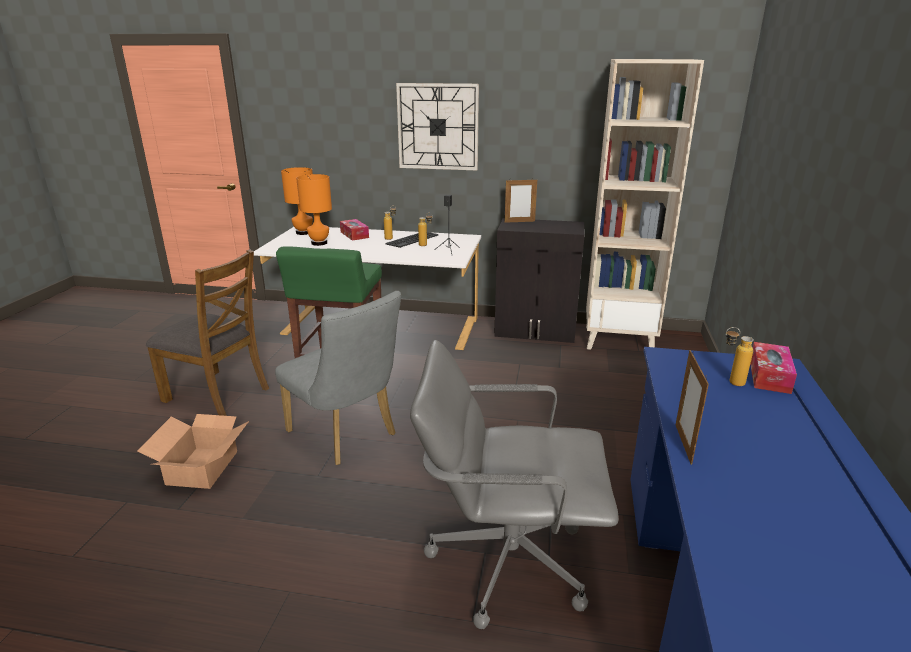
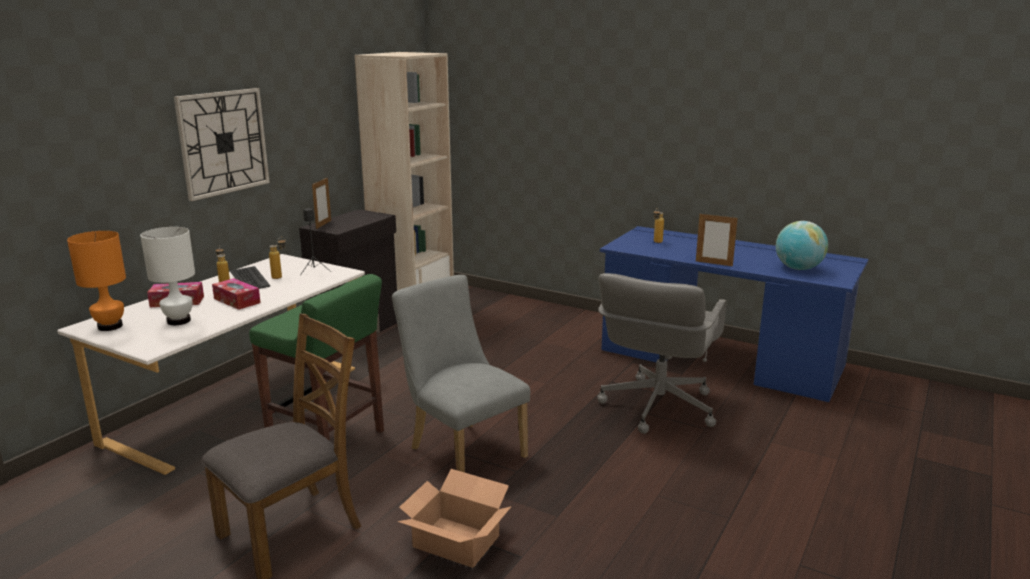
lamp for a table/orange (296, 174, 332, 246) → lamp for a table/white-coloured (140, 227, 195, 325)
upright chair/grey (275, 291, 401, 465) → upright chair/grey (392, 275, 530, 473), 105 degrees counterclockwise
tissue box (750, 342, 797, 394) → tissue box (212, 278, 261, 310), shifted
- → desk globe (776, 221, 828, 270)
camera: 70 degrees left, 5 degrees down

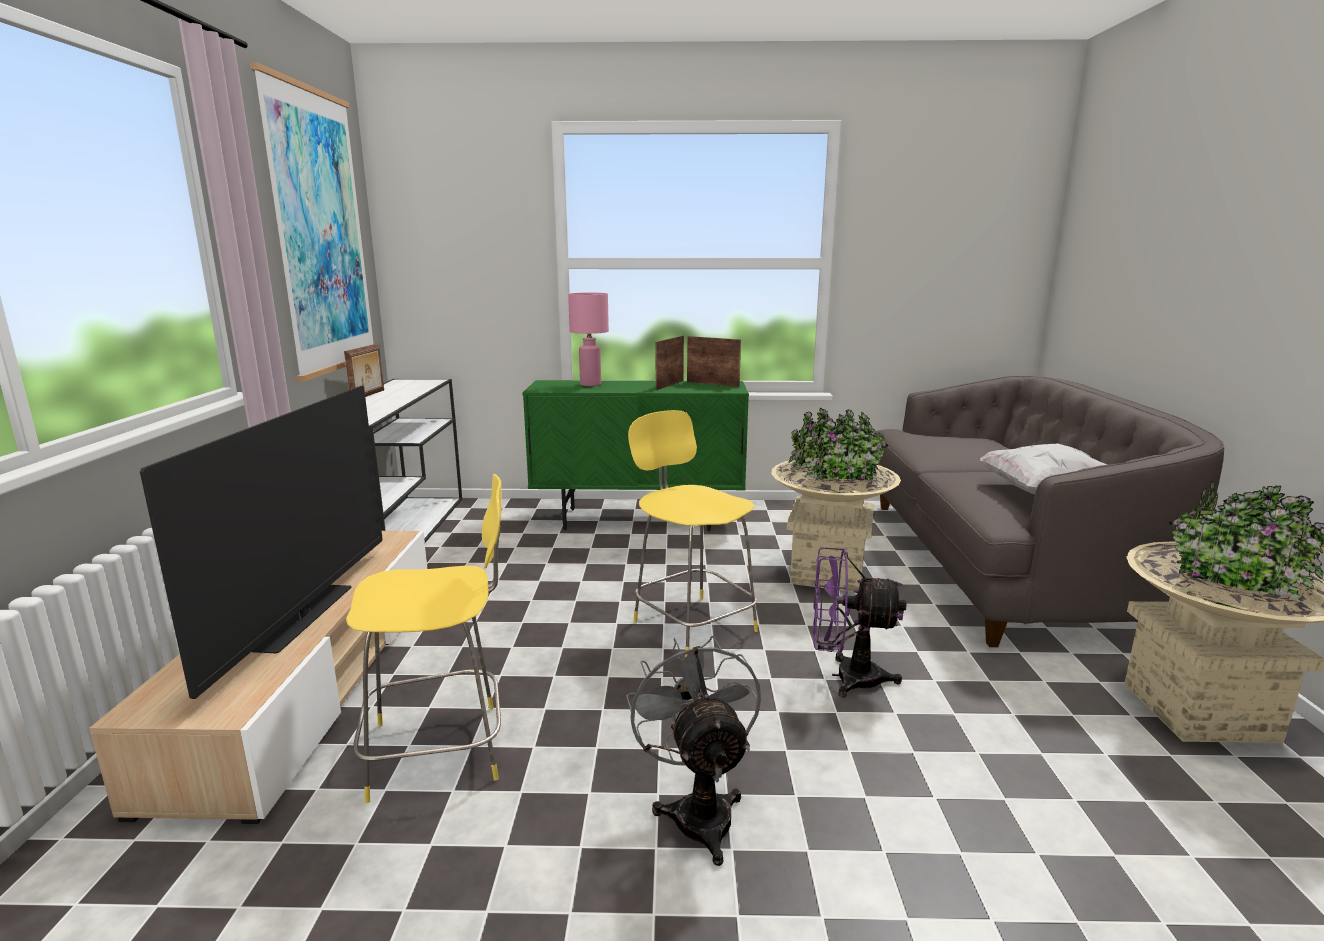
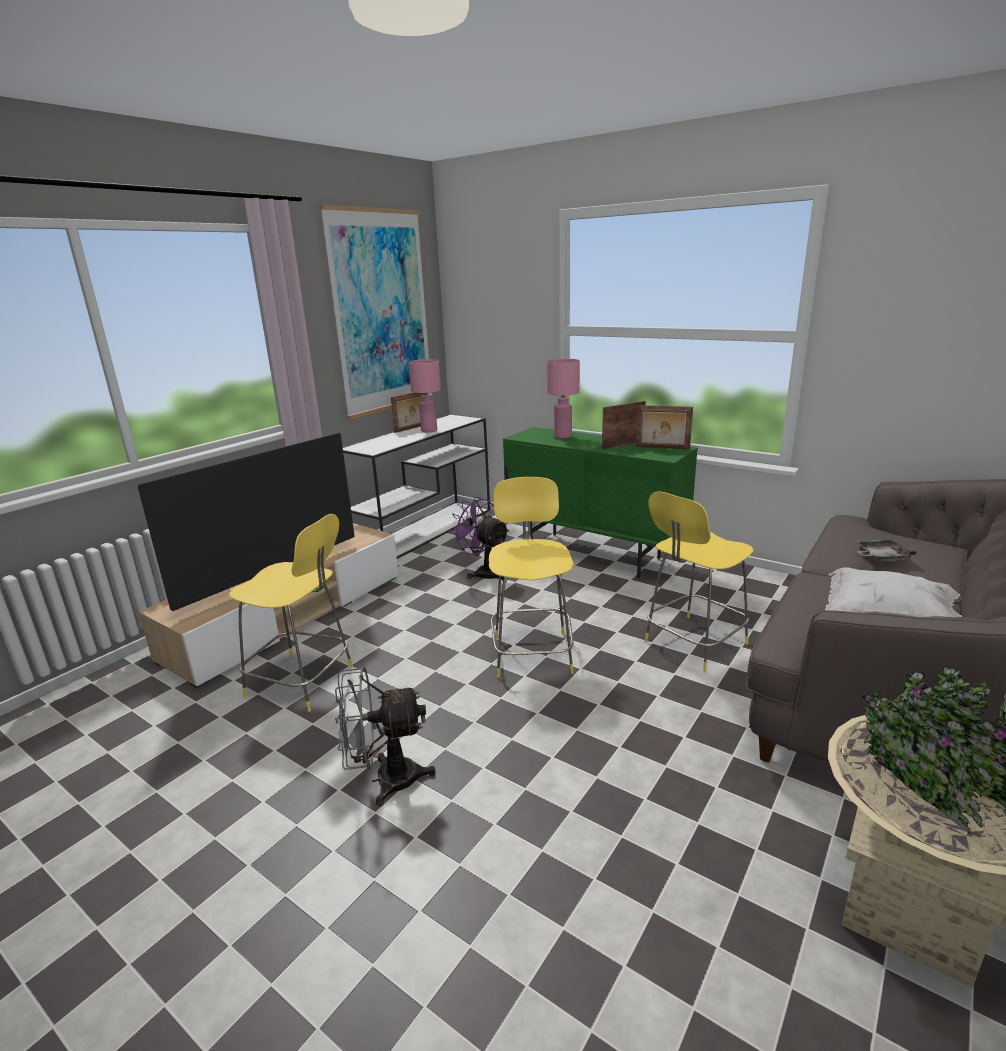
standing frame (687, 336, 741, 387) → standing frame (636, 405, 693, 449), 135 degrees clockwise
plant pot/beige-coloured (771, 408, 901, 592) → sitting stool/yellow (644, 491, 753, 672)
cooling fan/purplish (813, 548, 906, 697) → cooling fan/purplish (448, 497, 509, 581), shifted
cooling fan/grey (626, 636, 761, 866) → cooling fan/grey (335, 666, 436, 806), 120 degrees counterclockwise
- → lamp for a table/pinkish (408, 359, 441, 432)
- → tray/grey (854, 539, 917, 561)
camera: 35 degrees right, 5 degrees up

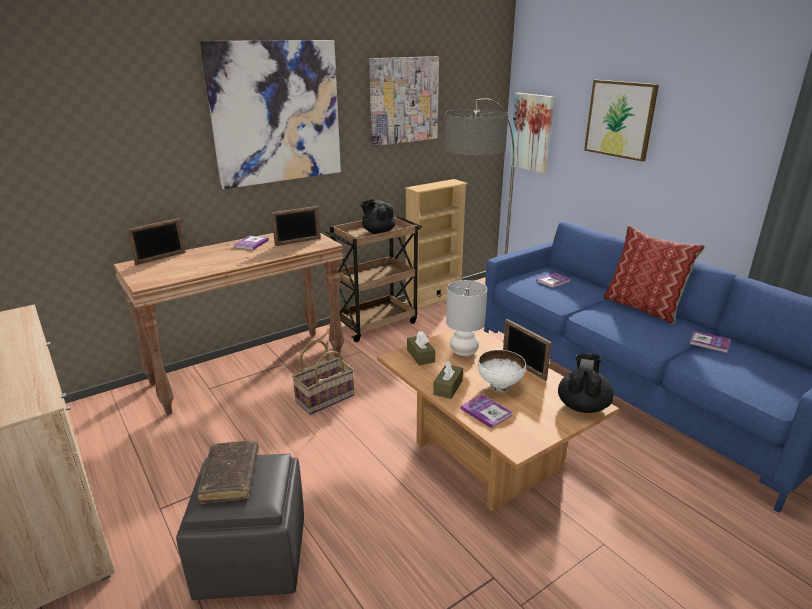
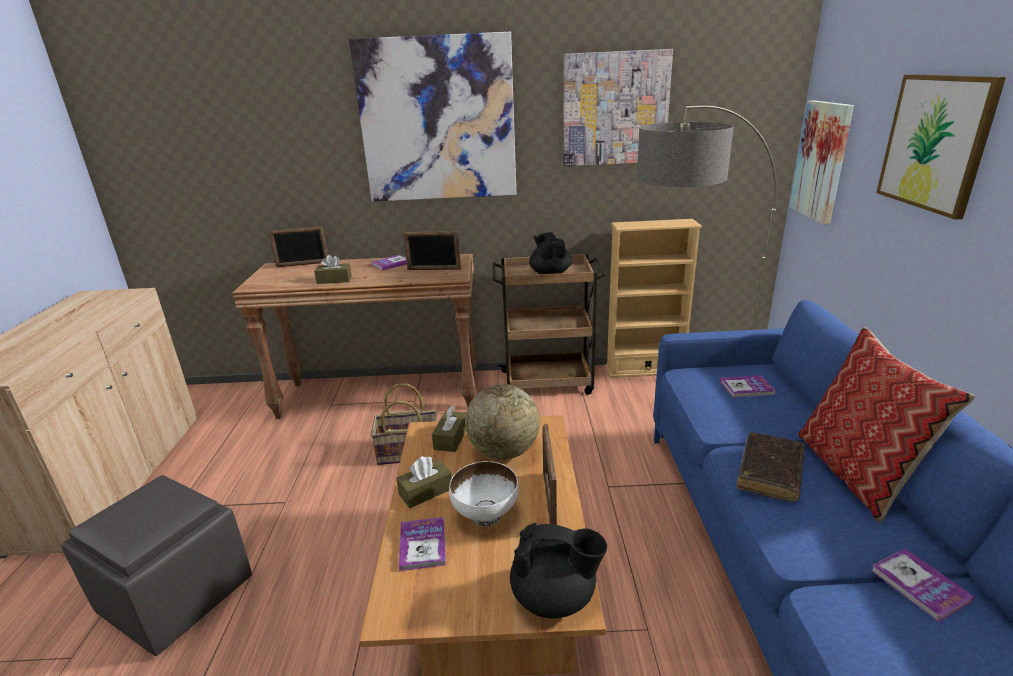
lamp for a table/grey (446, 280, 487, 356) → desk globe (465, 384, 540, 460)
teapot/black-coloured (558, 353, 614, 413) → teapot/black-coloured (510, 523, 607, 618), 45 degrees clockwise
book/brown-coloured (197, 441, 259, 504) → book/brown-coloured (737, 432, 805, 502), shifted
- → tissue box/brown-coloured (314, 254, 352, 284)
camera: 35 degrees right, 0 degrees up

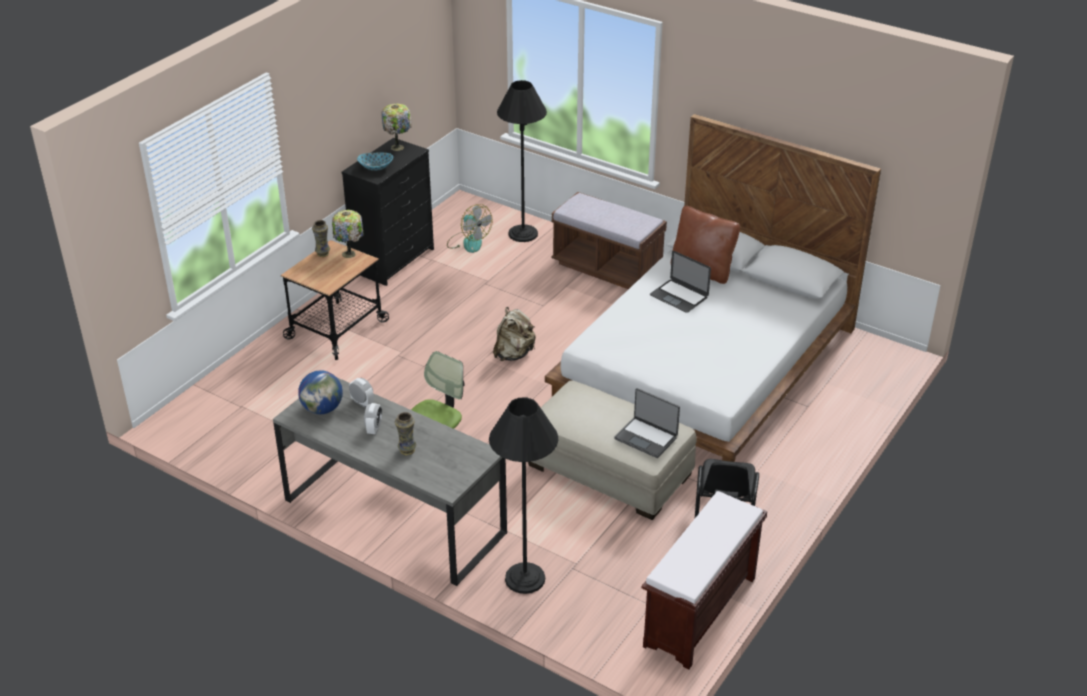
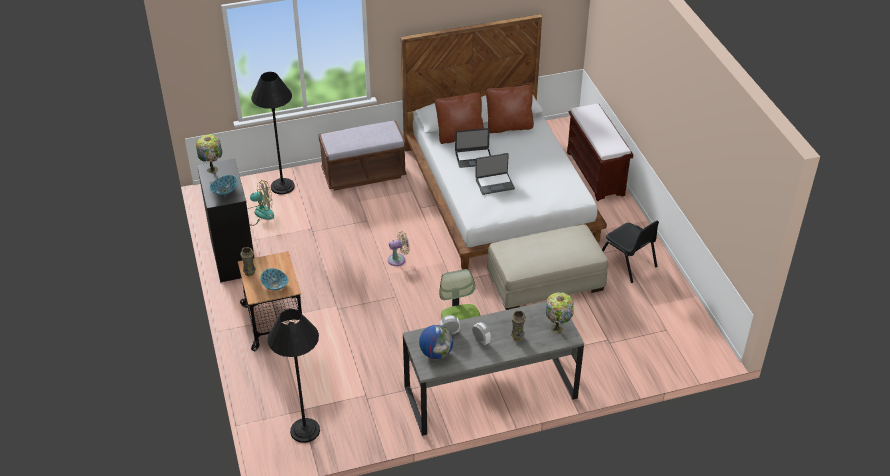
lamp for a table (332, 210, 364, 258) → lamp for a table (546, 292, 574, 334), shifted
rucksack/beige-coloured (493, 307, 536, 361) → cooling fan/beige-coloured (388, 231, 410, 266)
notebook computer (614, 388, 680, 458) → notebook computer (475, 153, 515, 195), shifted
standard lamp/black-coloured (489, 397, 558, 594) → standard lamp/black-coloured (267, 309, 320, 443), shifted
indoor bench/brown-coloured (641, 491, 767, 669) → indoor bench/brown-coloured (567, 104, 633, 201), shifted
- → pillow/brown-coloured (486, 85, 534, 133)
- → serving bowl (260, 268, 288, 290)
camera: 50 degrees left, 5 degrees up

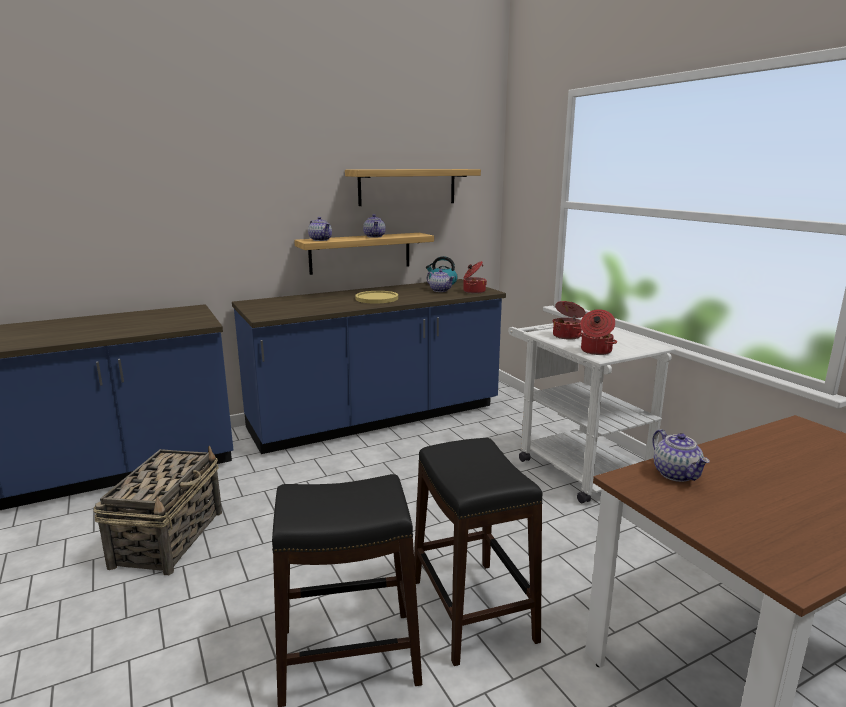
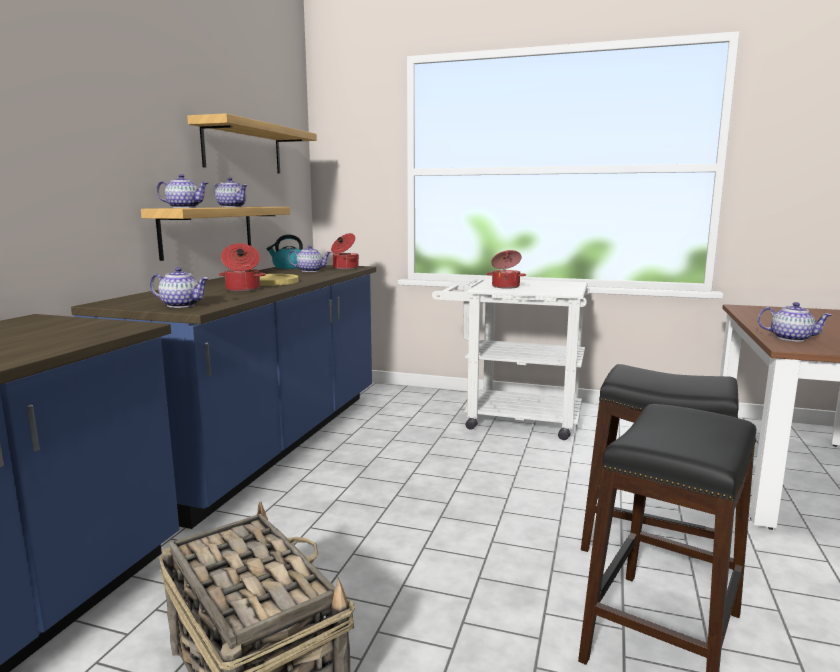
stockpot (578, 309, 617, 355) → stockpot (219, 243, 266, 292), shifted
- → teapot (150, 267, 209, 308)
camera: 45 degrees left, 5 degrees down

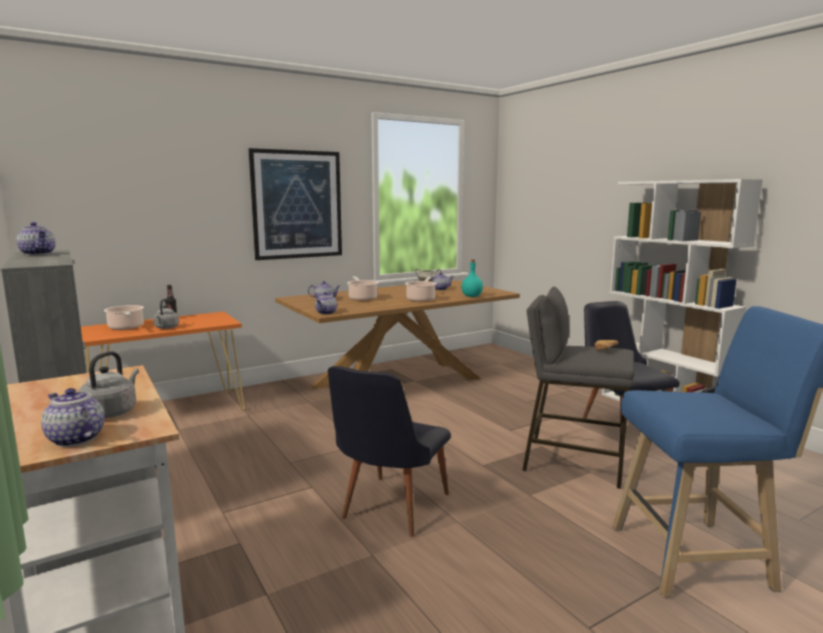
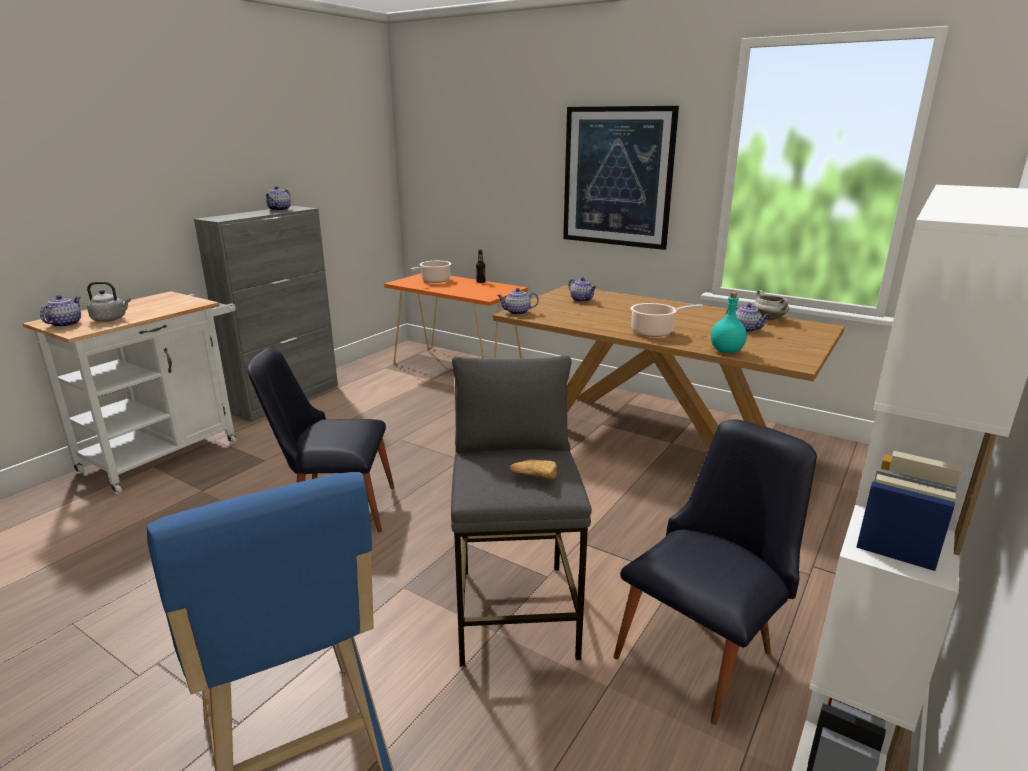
stockpot (347, 276, 379, 301) → -
water kettle/grey (153, 299, 179, 329) → -
camera: 65 degrees right, 10 degrees up

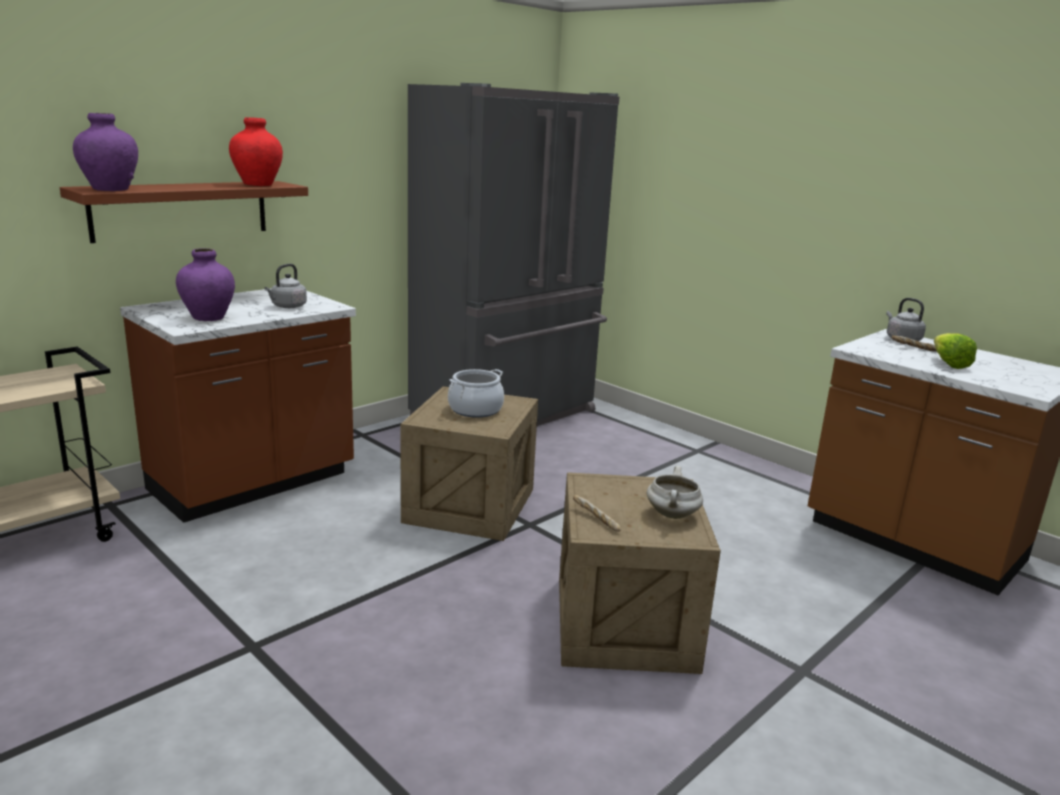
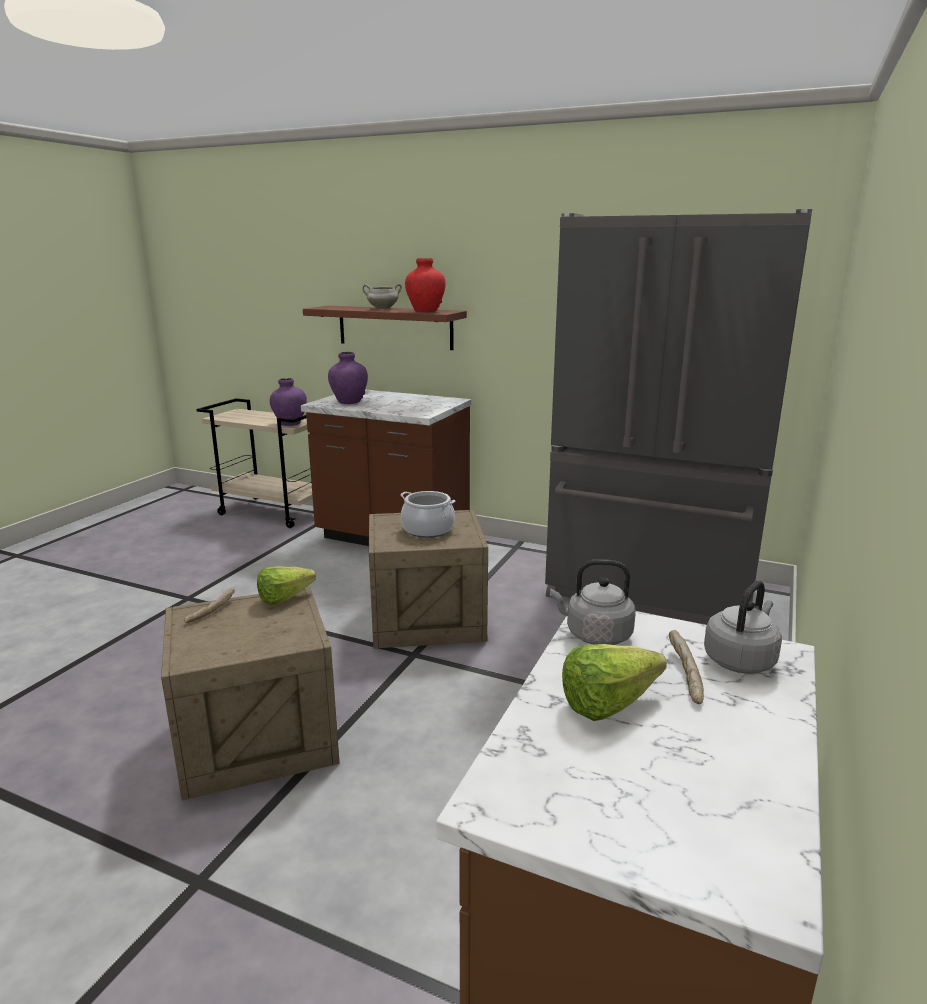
decorative vase/purplish (73, 113, 138, 191) → decorative vase/purplish (270, 378, 307, 426), shifted
water kettle/grey (265, 264, 307, 308) → water kettle/grey (550, 560, 636, 645), shifted
stockpot/white-coloured (647, 466, 703, 519) → stockpot/white-coloured (362, 283, 402, 309), shifted
- → lettuce head (257, 566, 316, 605)
camera: 70 degrees right, 0 degrees up

